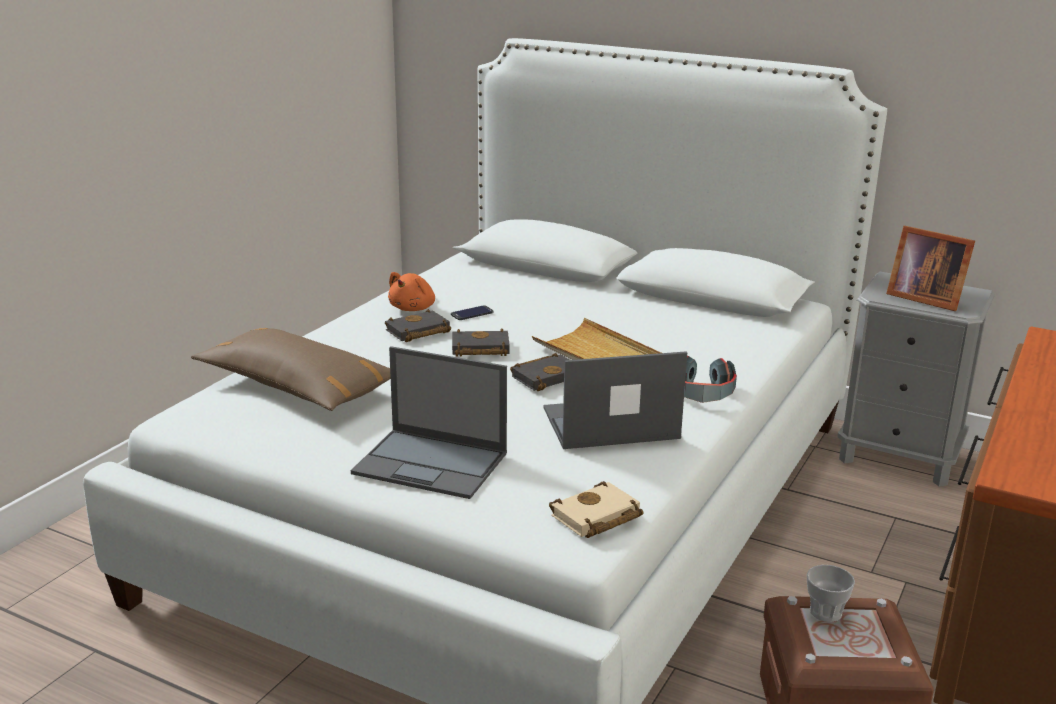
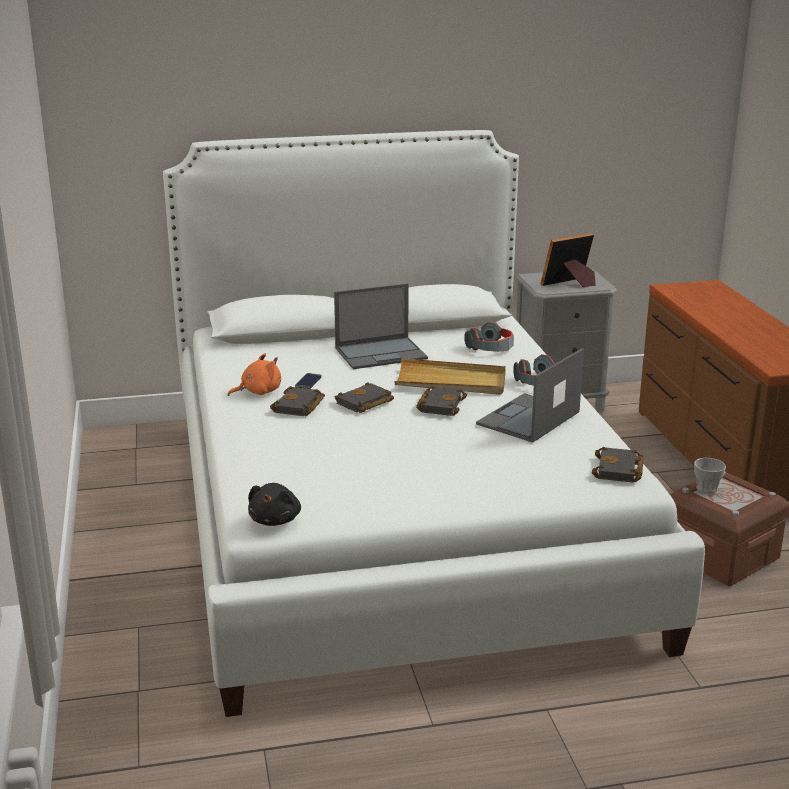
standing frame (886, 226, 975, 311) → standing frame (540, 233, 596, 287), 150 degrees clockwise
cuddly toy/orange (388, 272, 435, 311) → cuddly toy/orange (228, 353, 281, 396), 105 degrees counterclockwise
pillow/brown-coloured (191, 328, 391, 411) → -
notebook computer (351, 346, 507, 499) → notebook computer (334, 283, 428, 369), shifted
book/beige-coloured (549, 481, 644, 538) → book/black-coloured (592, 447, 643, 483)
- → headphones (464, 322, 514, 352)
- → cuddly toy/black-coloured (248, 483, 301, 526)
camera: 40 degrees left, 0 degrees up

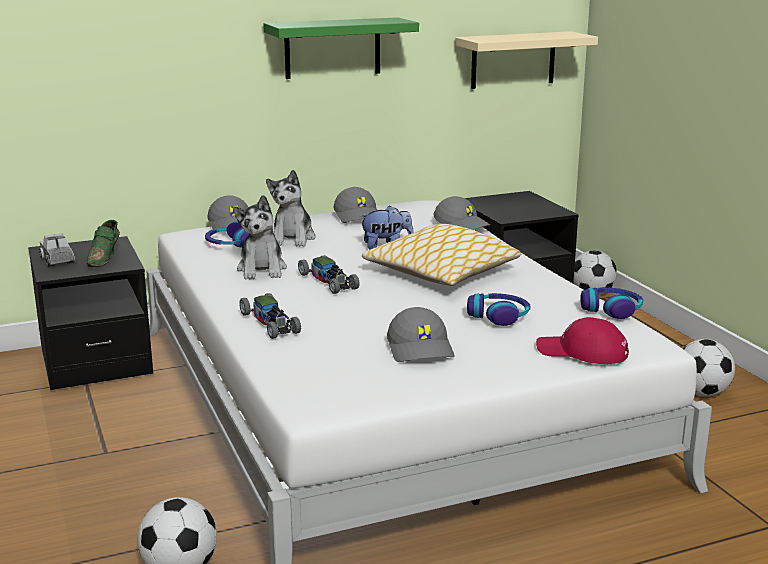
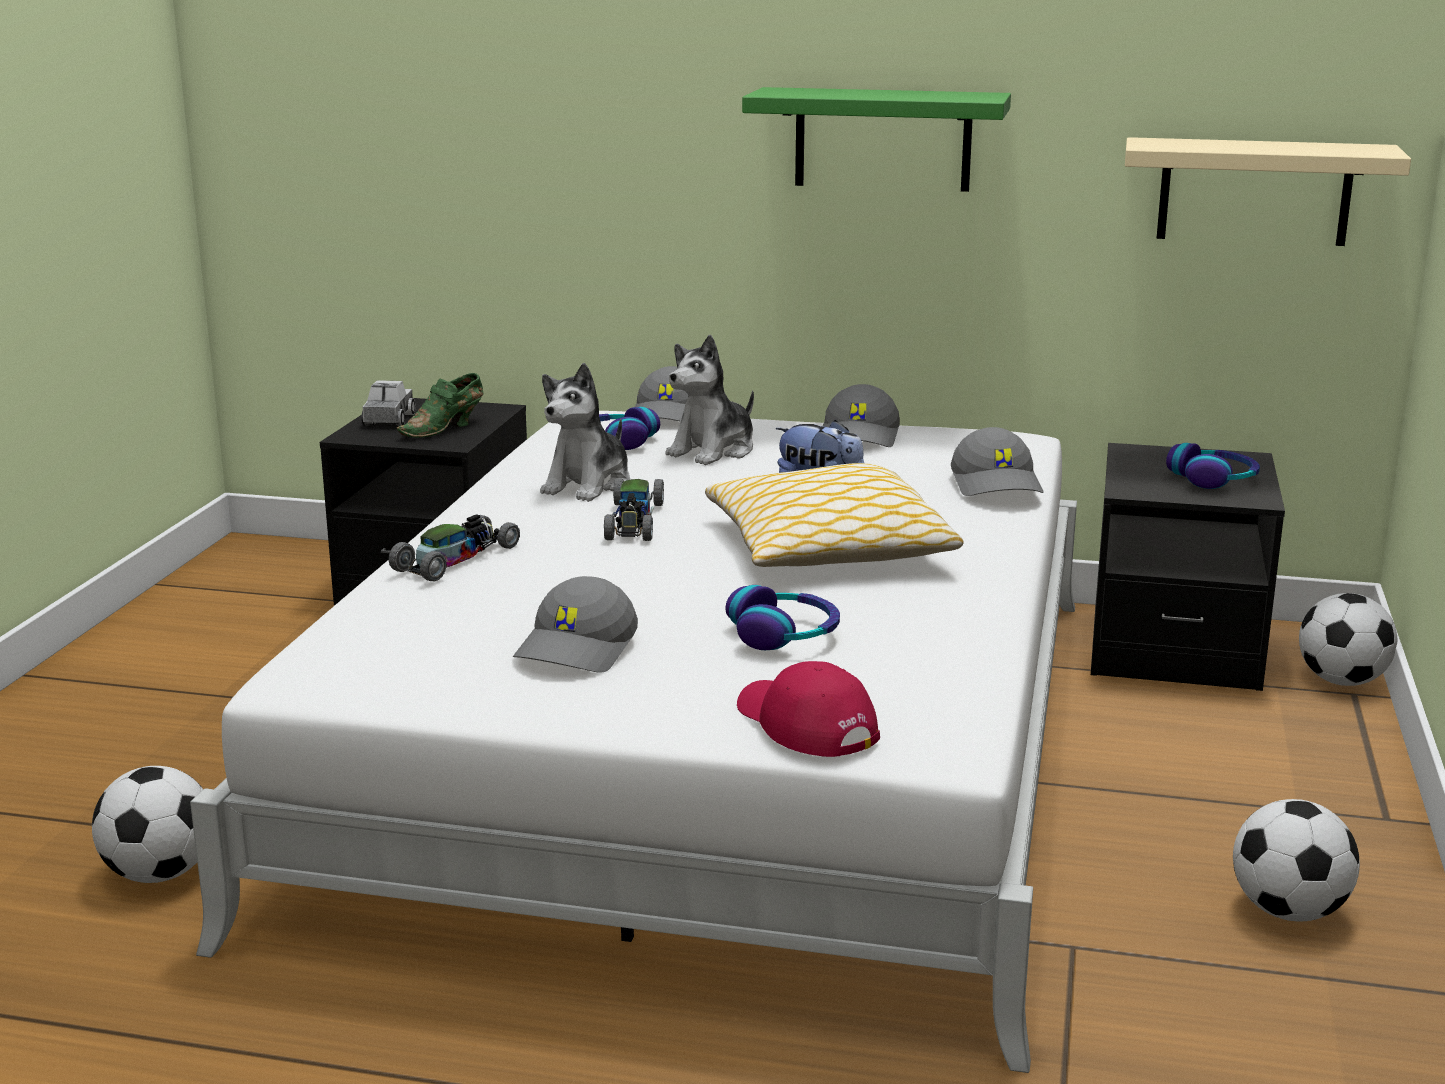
headphones (580, 287, 643, 319) → headphones (1166, 443, 1260, 489), shifted
miniature car (239, 293, 301, 339) → miniature car (389, 514, 520, 581), 150 degrees counterclockwise
camera: 35 degrees right, 0 degrees up

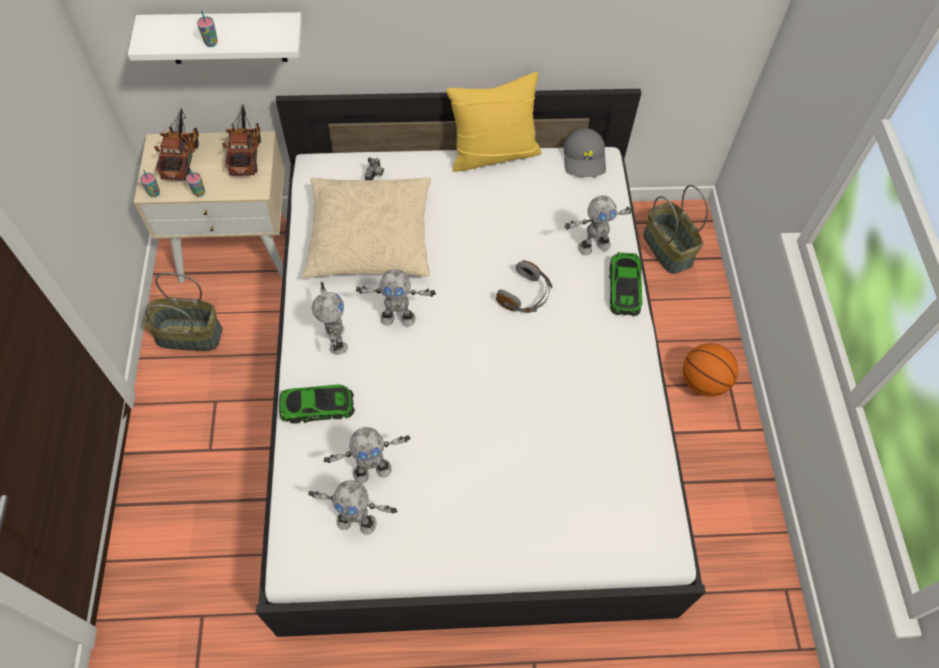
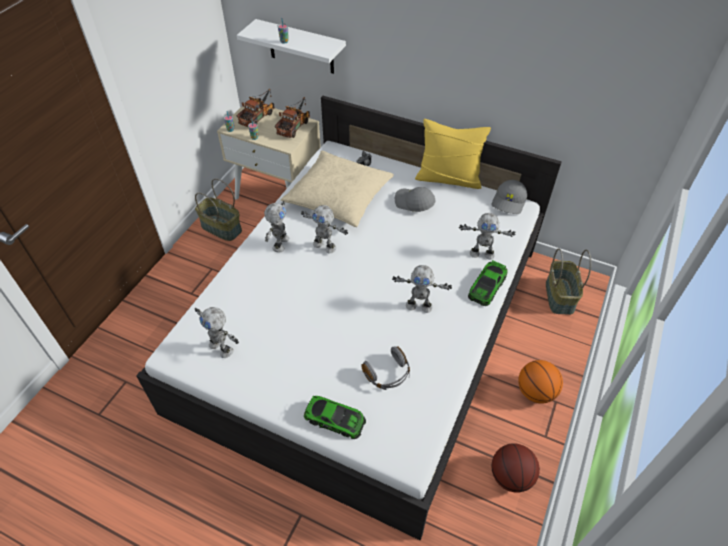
headphones/grey (496, 260, 553, 313) → headphones/grey (362, 346, 410, 390), shifted
miniature car (279, 384, 355, 424) → miniature car (304, 396, 366, 439), shifted
toy robot (324, 427, 411, 484) → toy robot (392, 265, 452, 313), shifted
- → cap/grey (395, 187, 436, 212)
- → basketball (491, 443, 540, 493)
camera: 30 degrees right, 10 degrees down

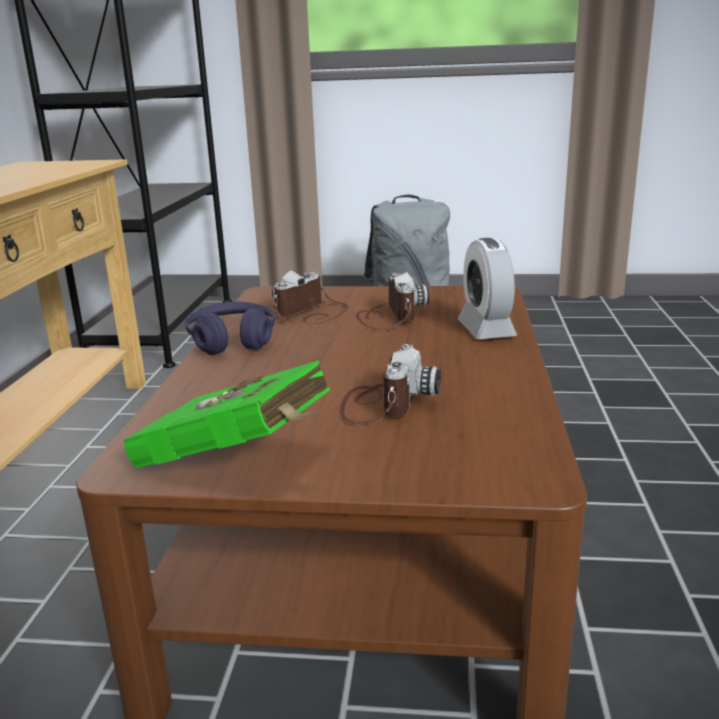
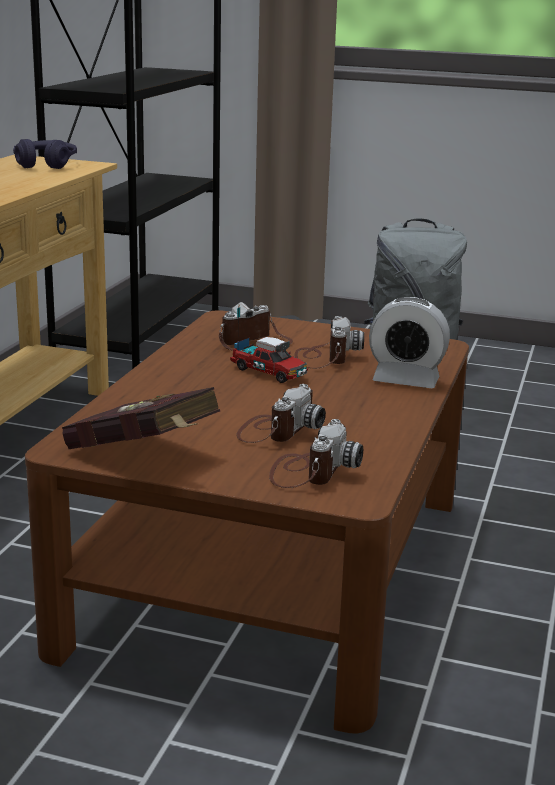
bedside clock (458, 238, 517, 339) → bedside clock (369, 297, 450, 388), 75 degrees counterclockwise
headphones/purplish (185, 302, 275, 355) → headphones/purplish (13, 139, 77, 169), shifted
book/green-coloured (123, 360, 330, 468) → book/reddish (62, 387, 220, 449)
- → toy truck (230, 304, 308, 383)
- → photo camera (269, 419, 363, 488)
camera: 10 degrees right, 0 degrees up

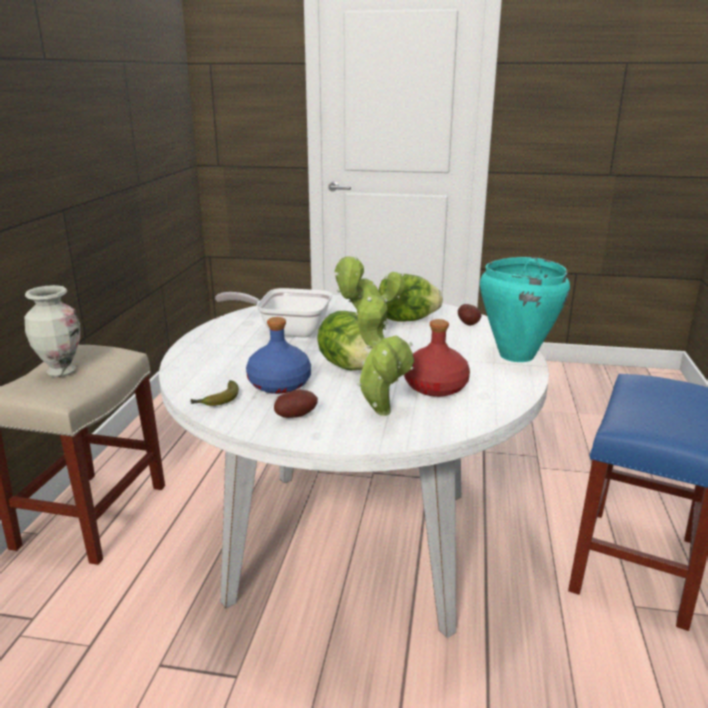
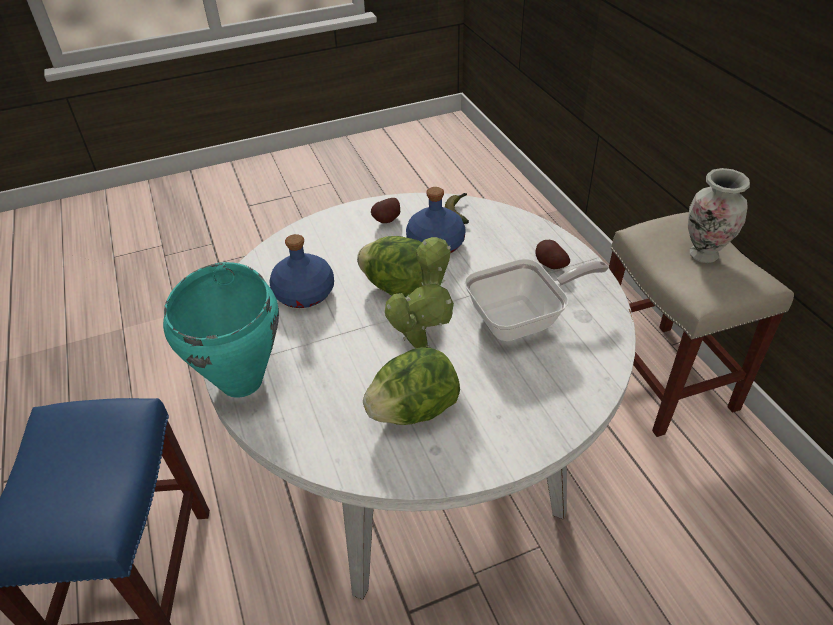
plant in a pot (356, 295, 414, 416) → -
whole potato (458, 304, 481, 326) → whole potato (535, 240, 570, 269), shifted
bottle/reddish (404, 319, 470, 397) → bottle/bluish (269, 234, 334, 308)
camera: 150 degrees right, 20 degrees up

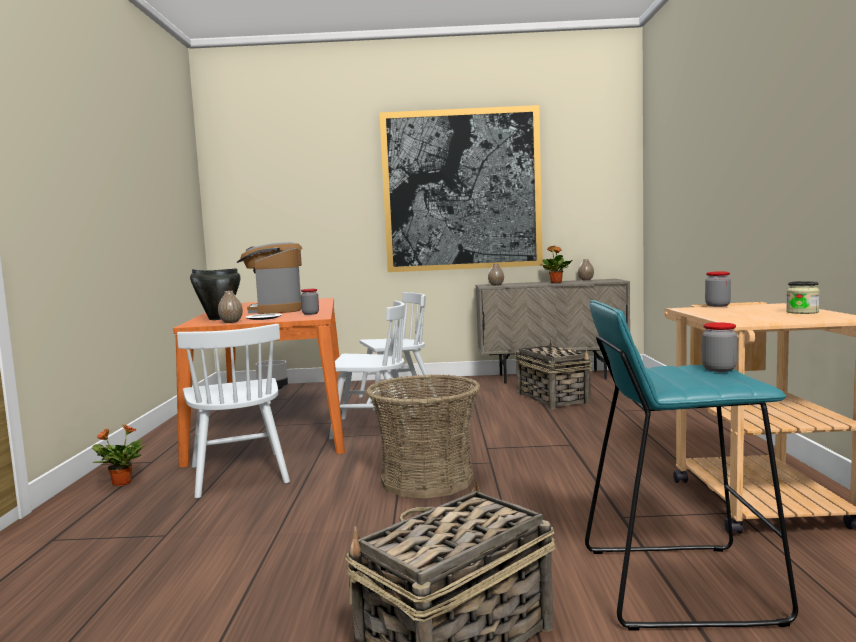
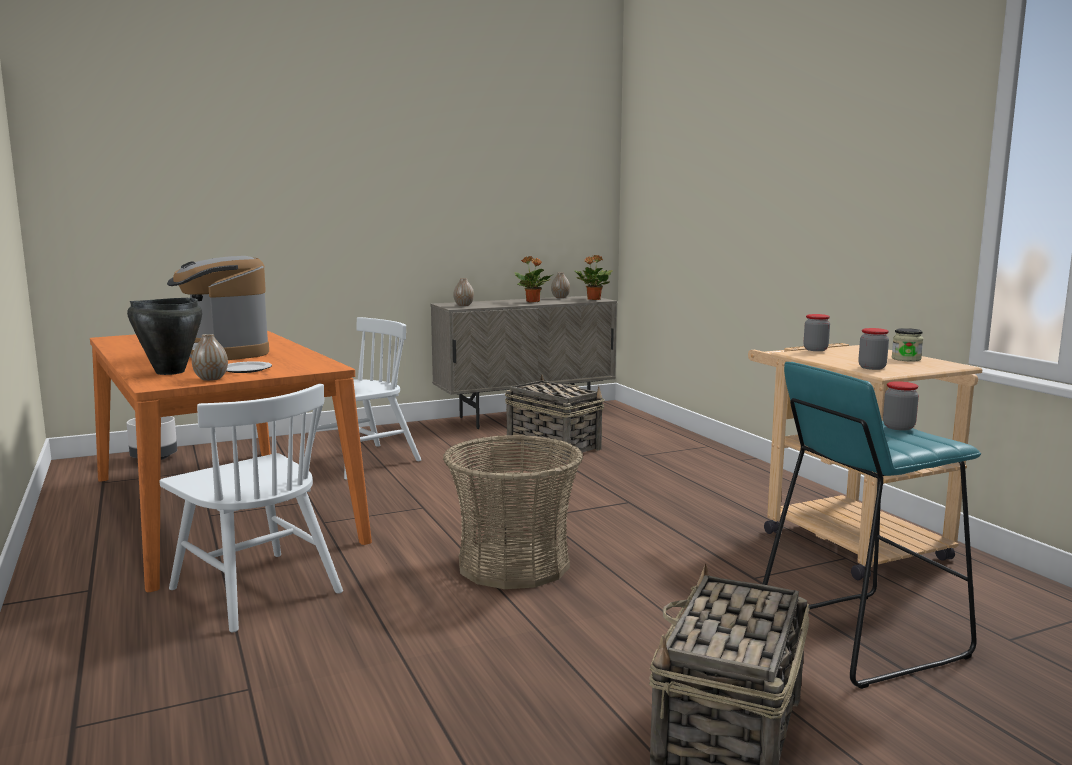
picture (379, 105, 543, 272) → -
storage jar (301, 289, 319, 315) → storage jar (858, 328, 889, 370), shifted
upright chair/white-coloured (329, 301, 415, 439) → -
plant in a pot (92, 424, 145, 486) → plant in a pot (574, 255, 613, 300), shifted
camera: 25 degrees left, 5 degrees up

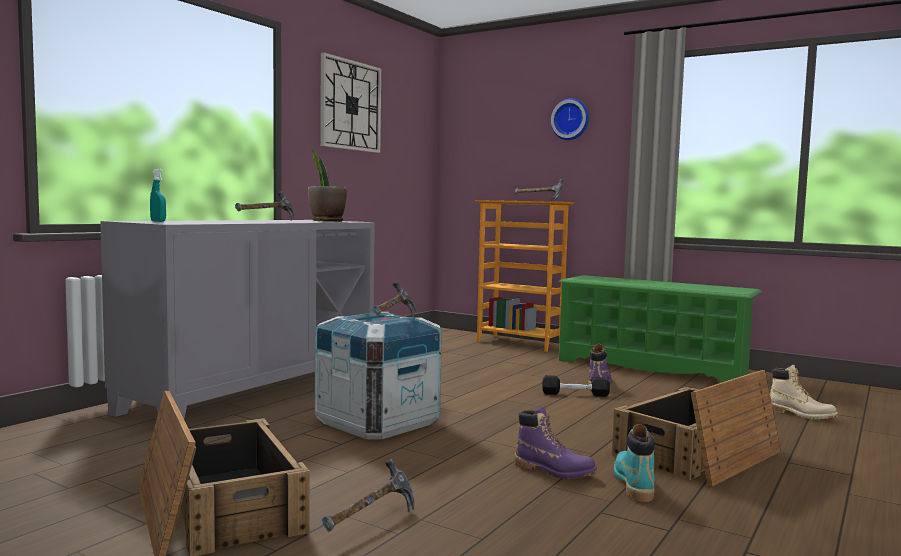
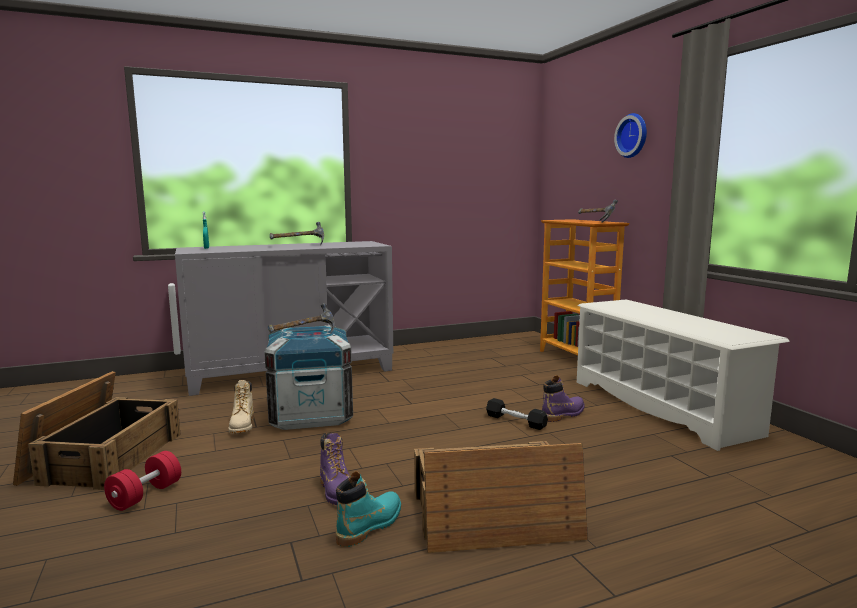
hanging clock (320, 52, 381, 153) → -
plant in a pot (308, 149, 347, 222) → -
shoe rack/green-coloured (558, 275, 762, 383) → shoe rack/white-coloured (577, 299, 790, 451)
high-top boot/beige-coloured (770, 365, 838, 419) → high-top boot/beige-coloured (228, 380, 254, 433), shifted
hammer (322, 459, 415, 532) → free weight/reddish (104, 451, 181, 511)
camera: 35 degrees right, 5 degrees up

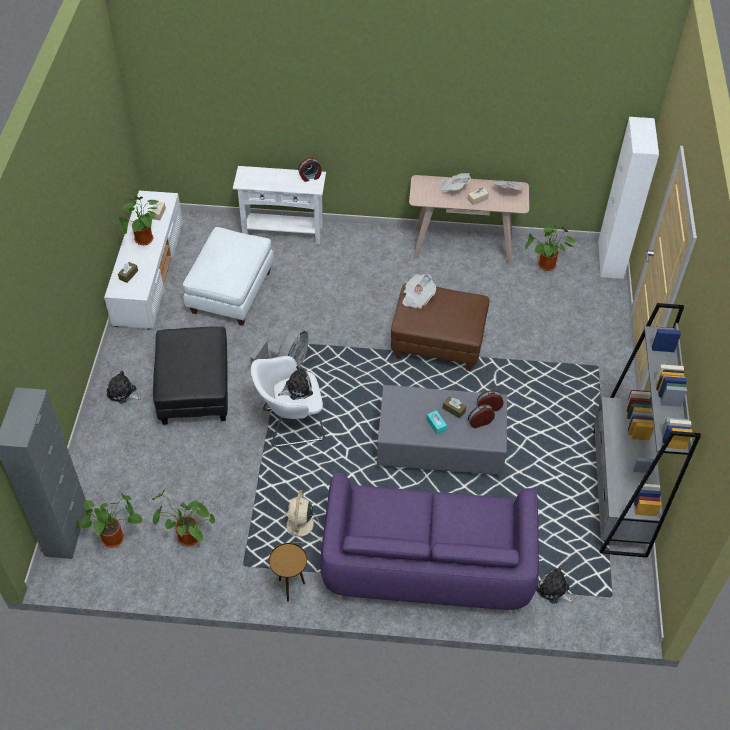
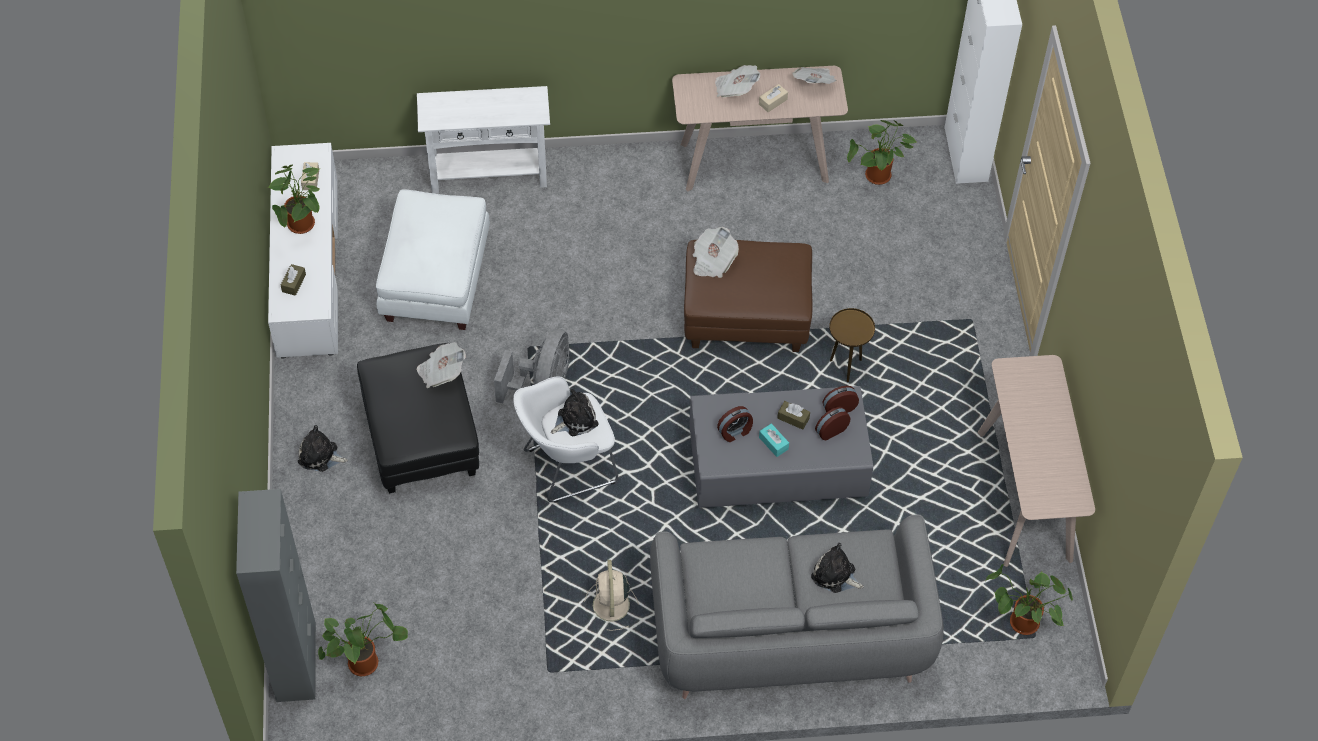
bedside clock (298, 158, 322, 182) → bedside clock (717, 406, 753, 442), shifted
bookshelf/grey (593, 303, 701, 558) → narrow table/beige-coloured (977, 355, 1095, 567)
couch/purplish (320, 473, 539, 616) → couch/grey (650, 514, 944, 699)
plant in a pot (152, 489, 215, 546) → plant in a pot (985, 564, 1073, 635), shifted
end table/brown-coloured (269, 543, 307, 602) → end table/brown-coloured (829, 308, 875, 382), shifted
cuddly toy (536, 567, 574, 604) → cuddly toy (811, 543, 864, 593), shifted
- → printed paper (417, 342, 466, 388)
camera: 10 degrees left, 5 degrees up

